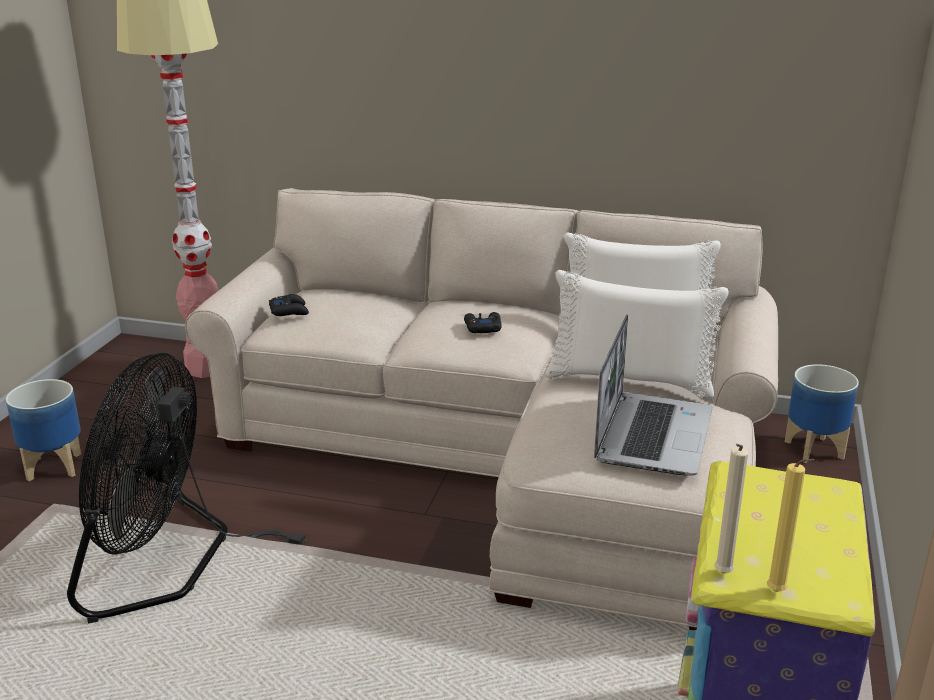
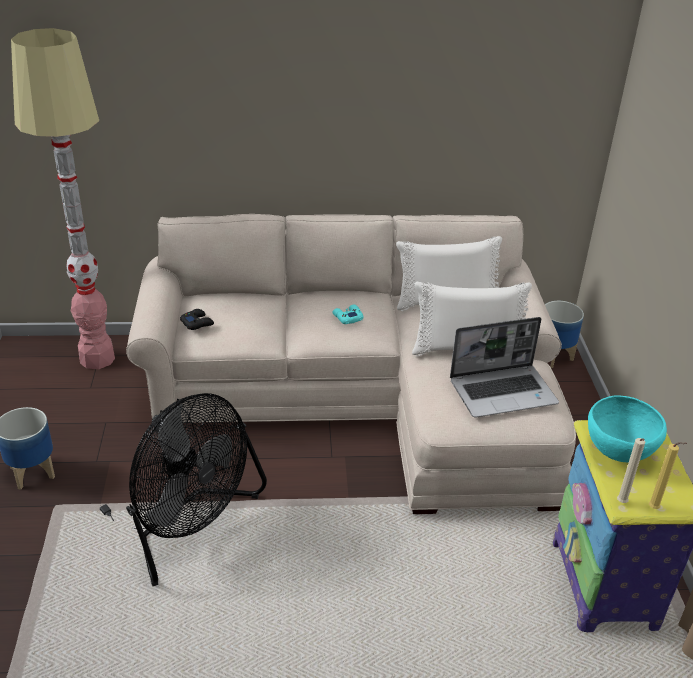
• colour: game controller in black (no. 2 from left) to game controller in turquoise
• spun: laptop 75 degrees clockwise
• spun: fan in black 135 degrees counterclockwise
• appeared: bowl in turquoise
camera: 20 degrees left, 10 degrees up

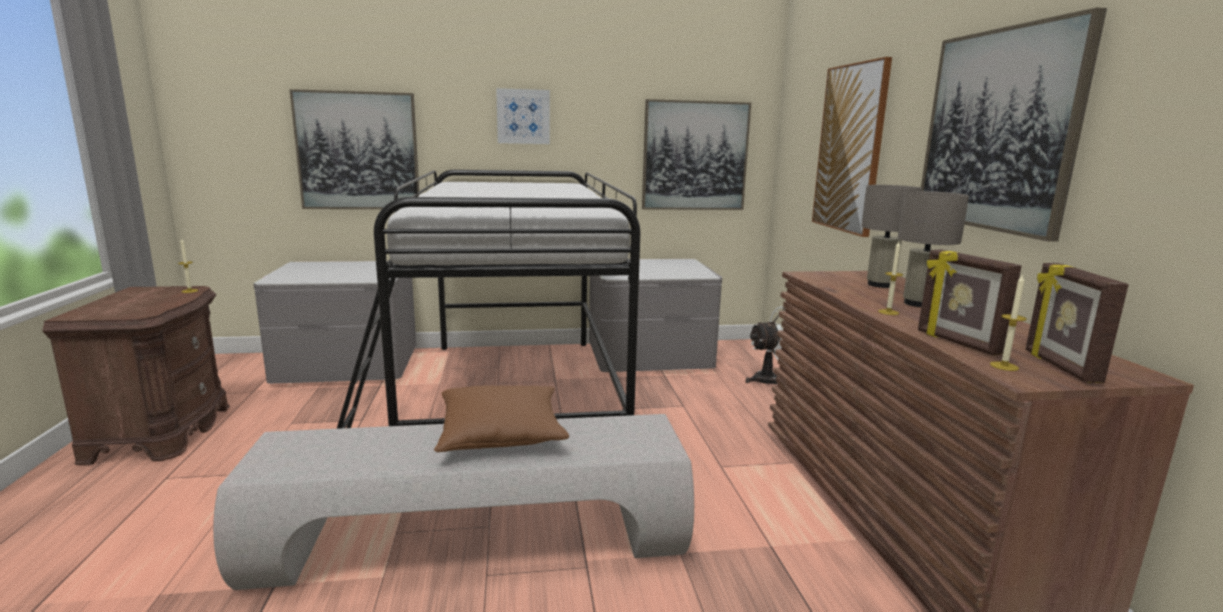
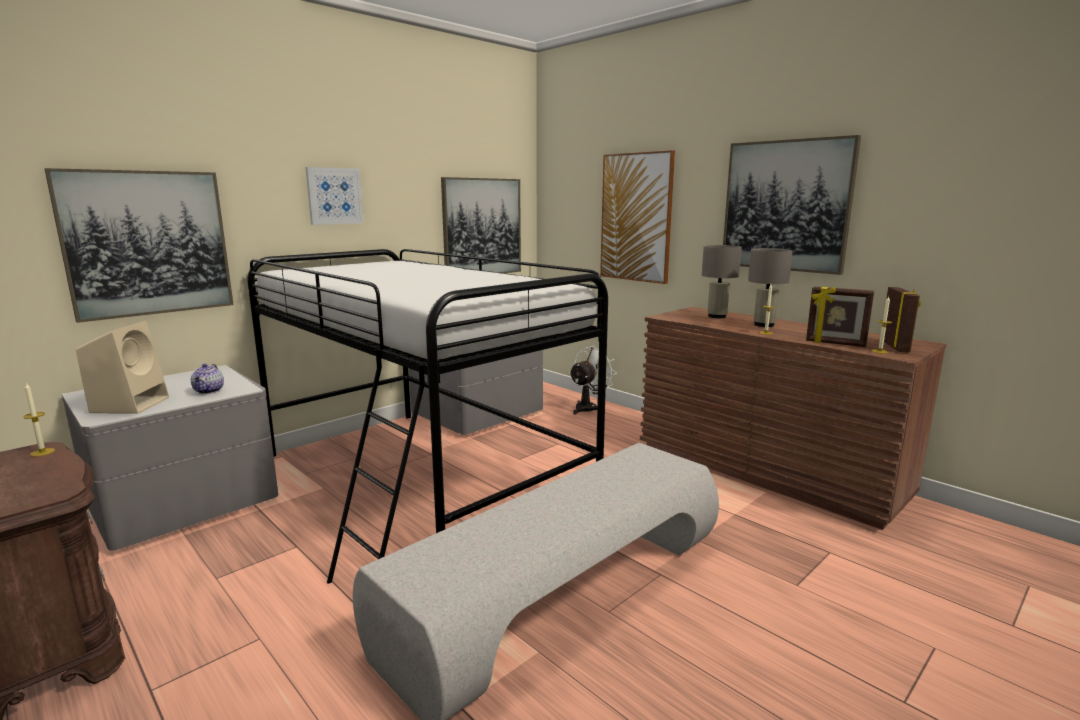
• spun: picture frame (no. 2 from left) 135 degrees counterclockwise
• missing: pillow in brown
• appeared: speaker in beige
• appeared: teapot
camera: 35 degrees left, 0 degrees up

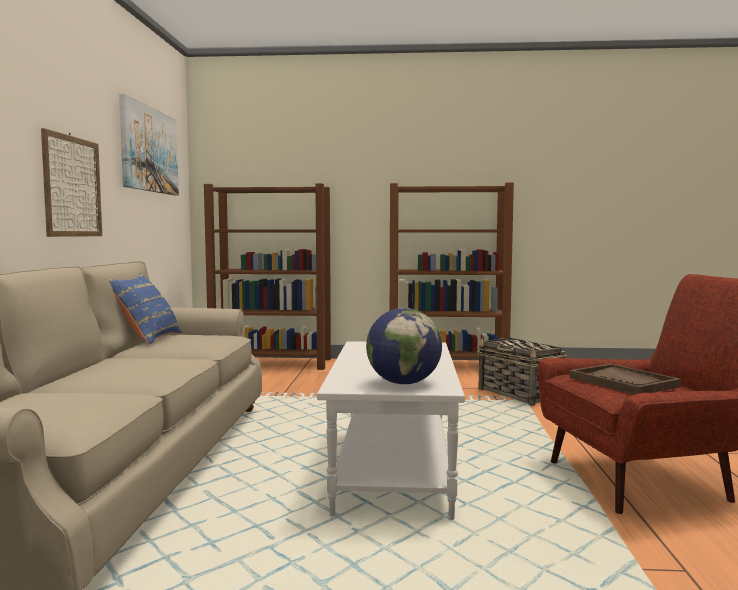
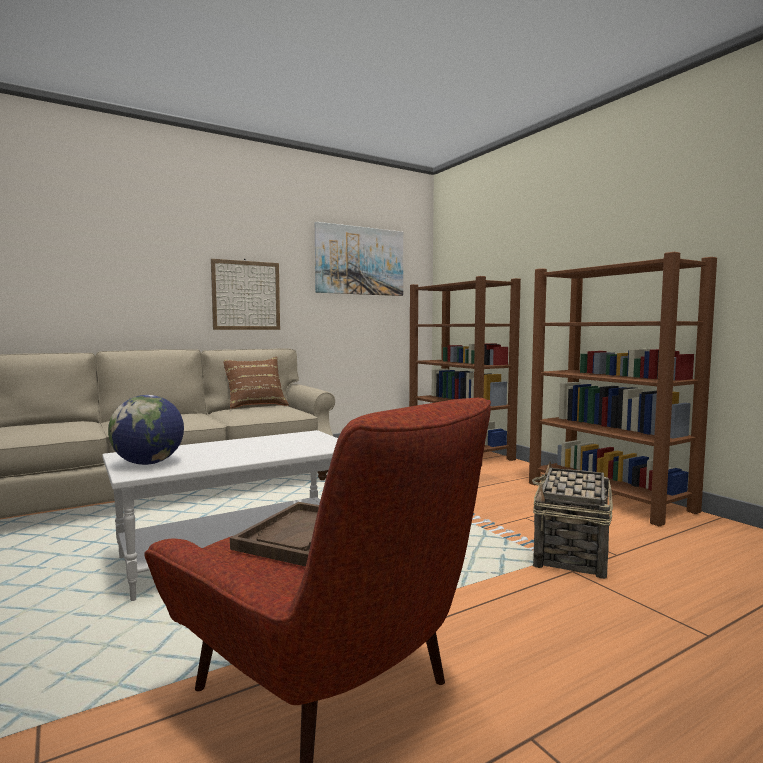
• colour: pillow in blue to pillow in brown
camera: 55 degrees right, 0 degrees up

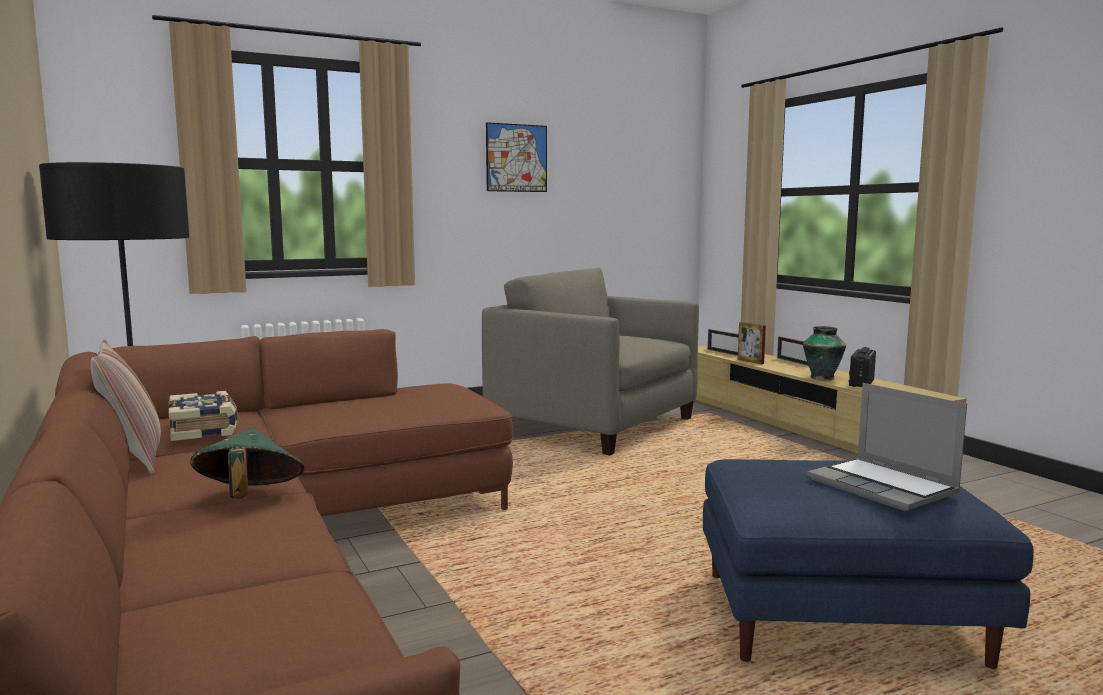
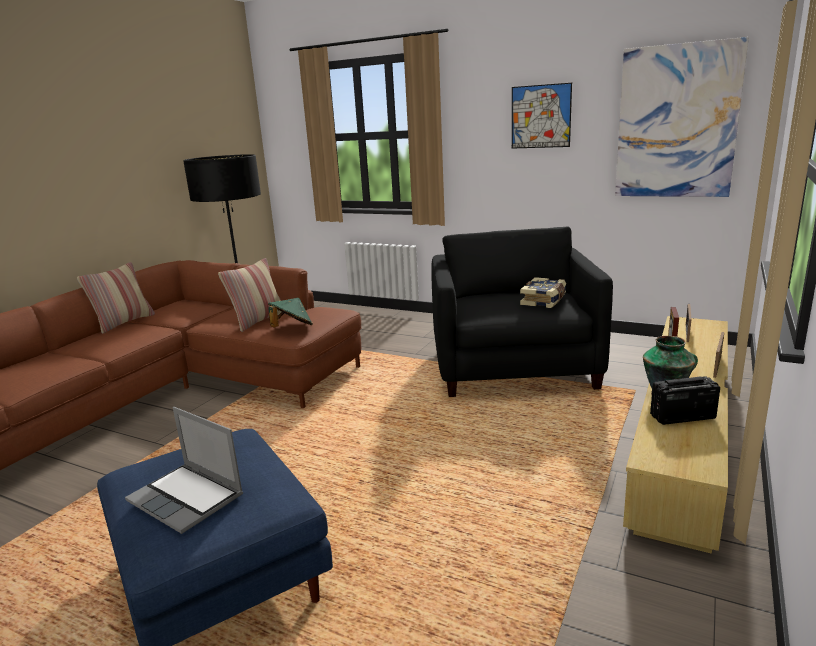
• colour: armchair in beige to armchair in black
• spun: laptop 75 degrees counterclockwise
• relocated: book
• relocated: hat in green
• appeared: picture (no. 2 from left)
• appeared: pillow (no. 2 from left)
camera: 55 degrees right, 10 degrees up

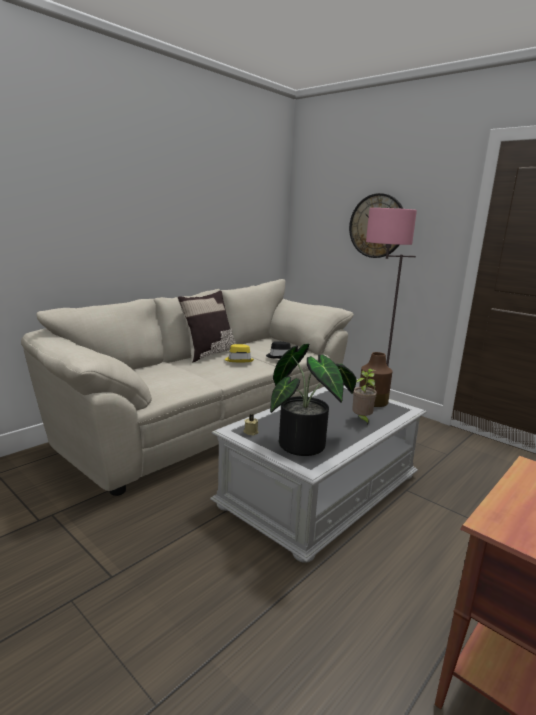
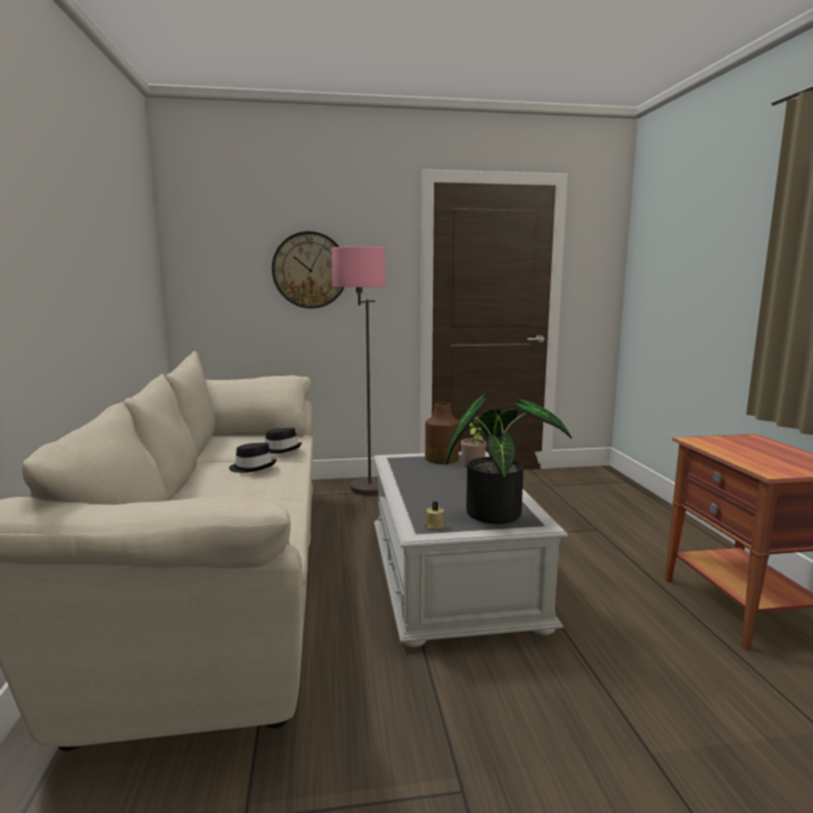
• missing: pillow
• colour: hat in yellow to hat in black (no. 1 from left)
camera: 50 degrees left, 5 degrees down

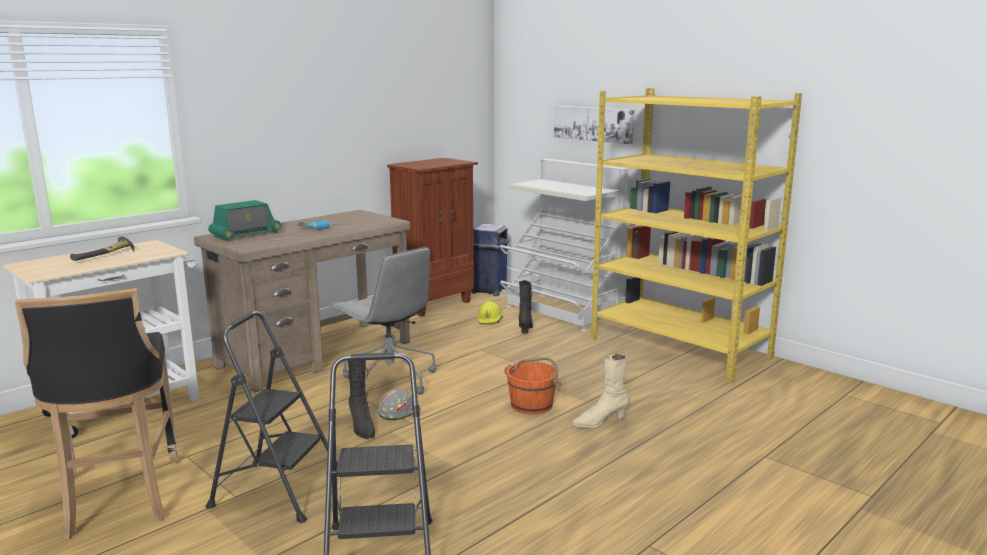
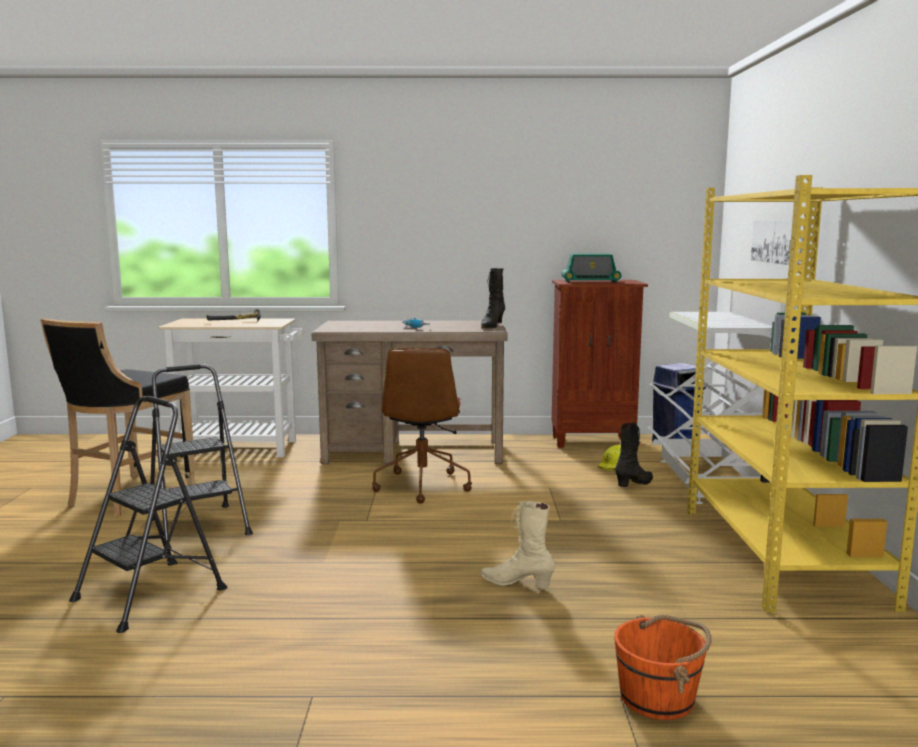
• relocated: radio
• colour: office chair in grey to office chair in brown
• relocated: bucket in orange
• relocated: boot in black (no. 1 from left)
• missing: hard hat in grey
camera: 45 degrees right, 5 degrees down

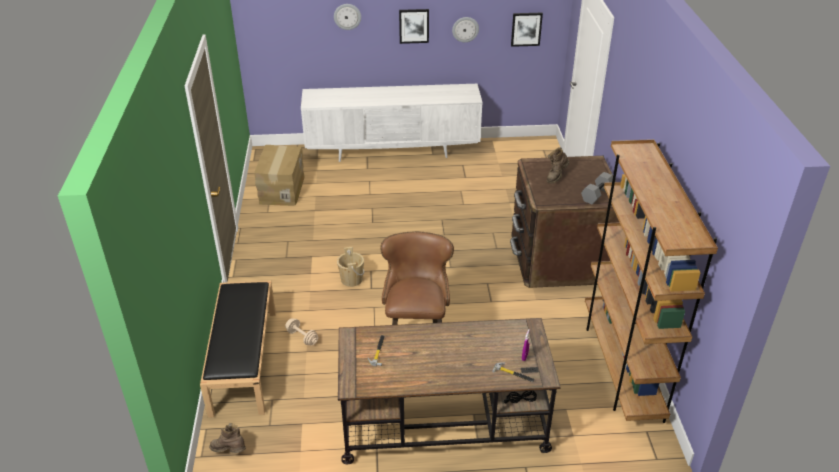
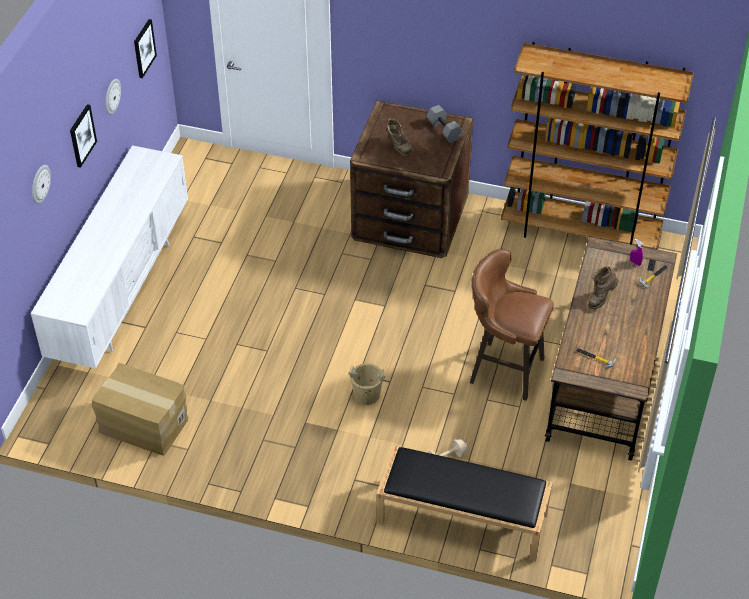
• relocated: boot in brown (no. 1 from left in the first image) to boot in brown (no. 2 from left)
camera: 70 degrees left, 10 degrees up

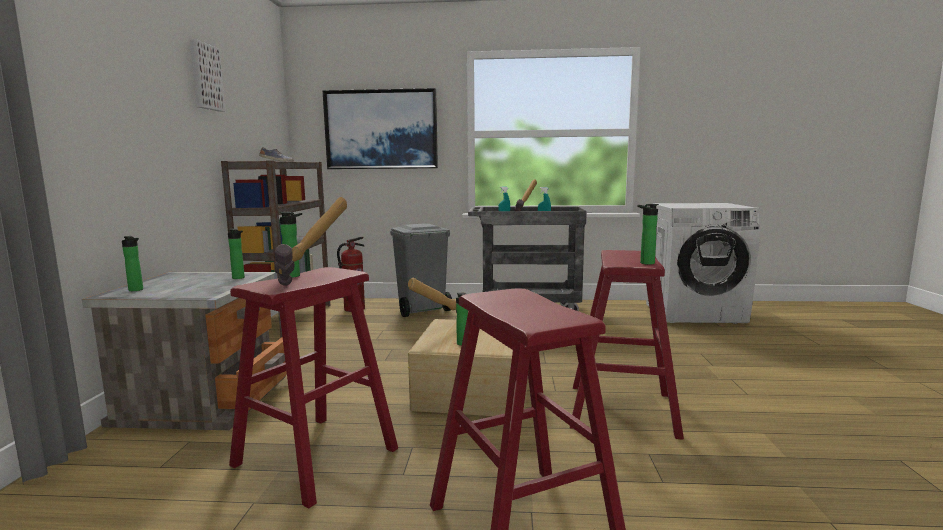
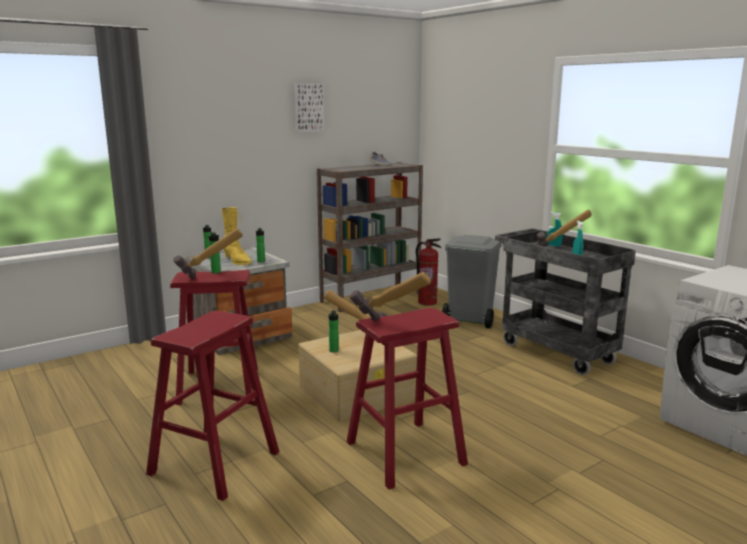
• missing: picture (no. 2 from left)
• exchanged: bottle (no. 5 from left) to hammer (no. 3 from left)
• appeared: boot in yellow
camera: 50 degrees right, 5 degrees up

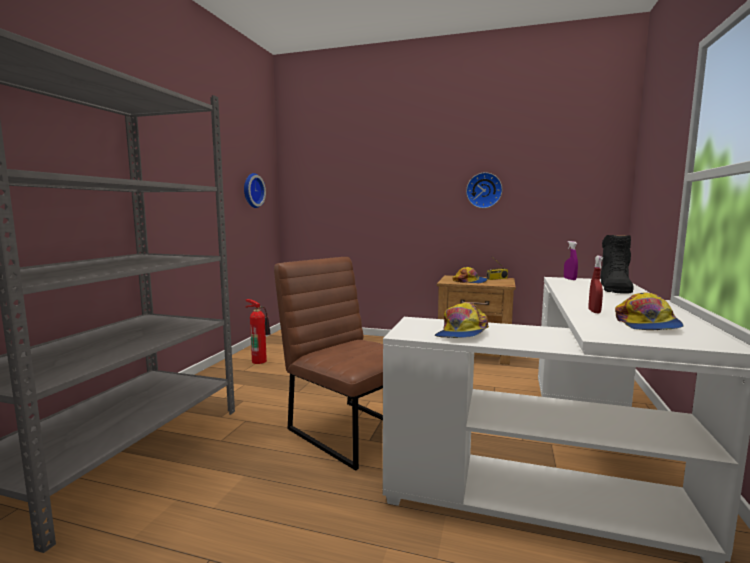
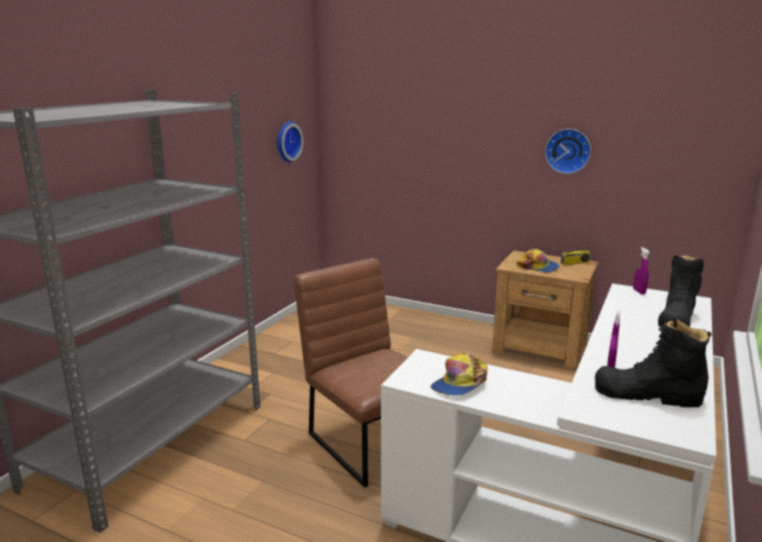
• colour: spray bottle in red to spray bottle in purple (no. 1 from left)
• exchanged: cap (no. 3 from left) to boot in black (no. 1 from left)
• missing: fire extinguisher
camera: 10 degrees right, 10 degrees up

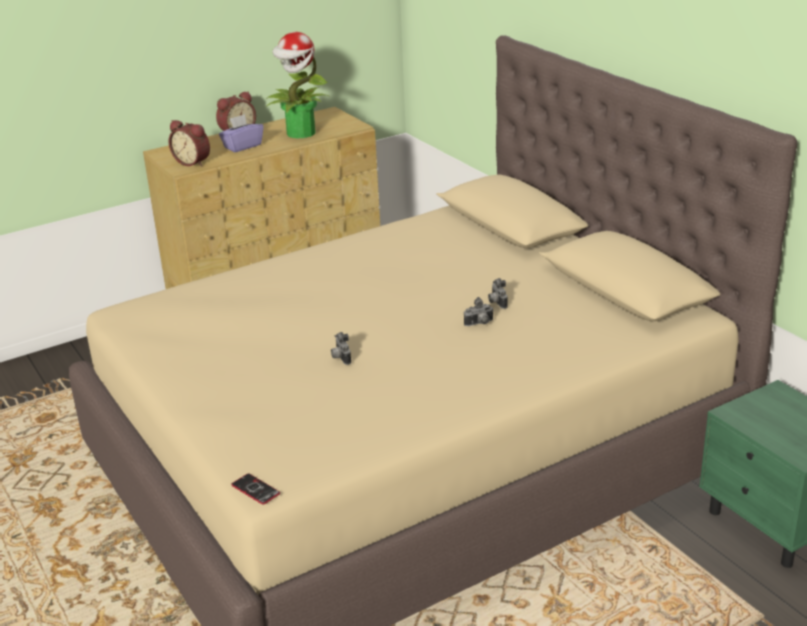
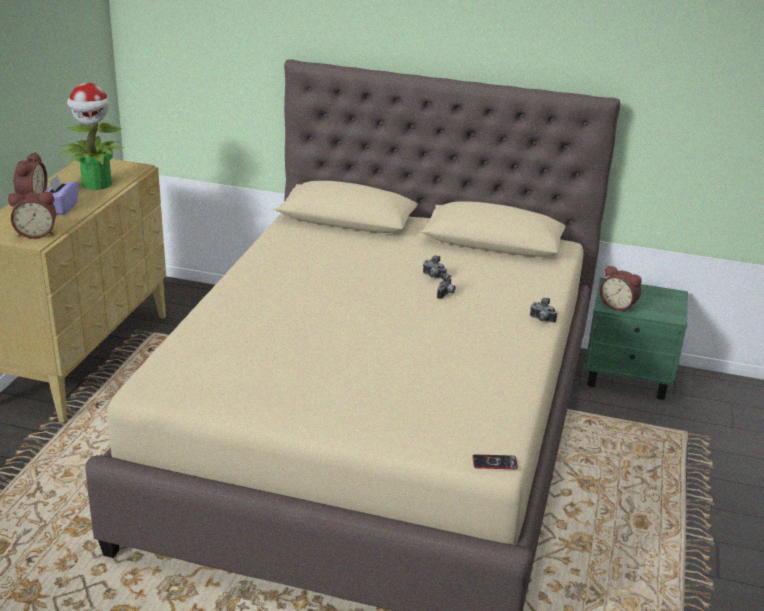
• relocated: photo camera (no. 1 from left in the first image) to photo camera (no. 3 from left)
• appeared: alarm clock (no. 3 from left)
camera: 45 degrees left, 0 degrees up

